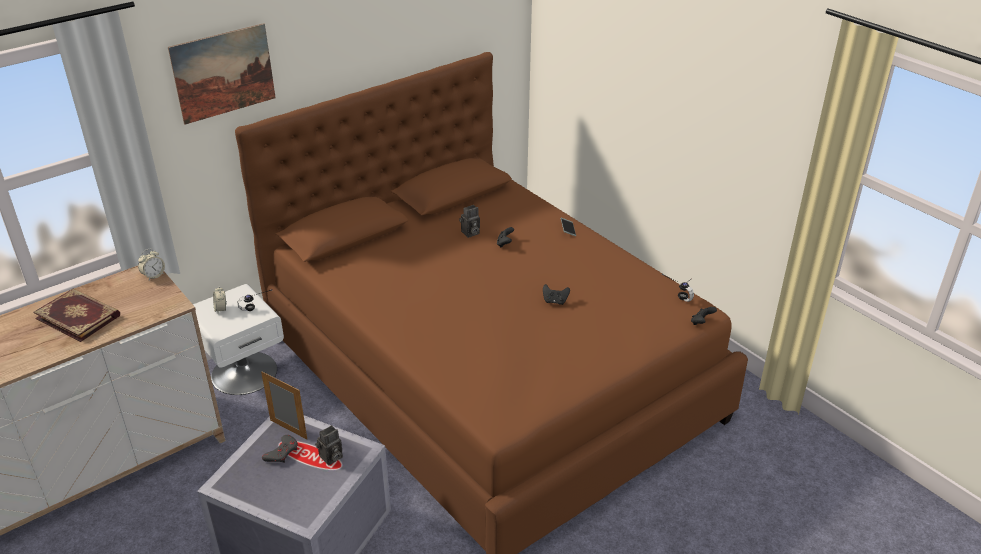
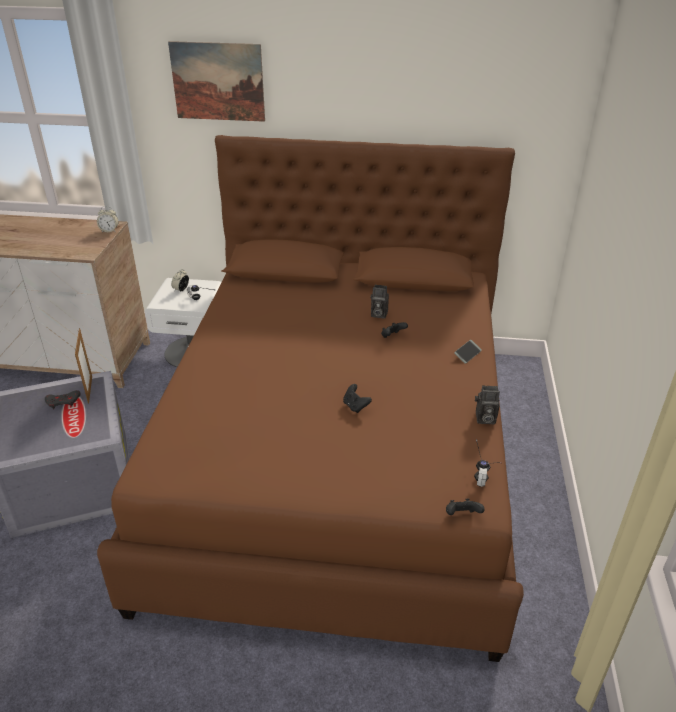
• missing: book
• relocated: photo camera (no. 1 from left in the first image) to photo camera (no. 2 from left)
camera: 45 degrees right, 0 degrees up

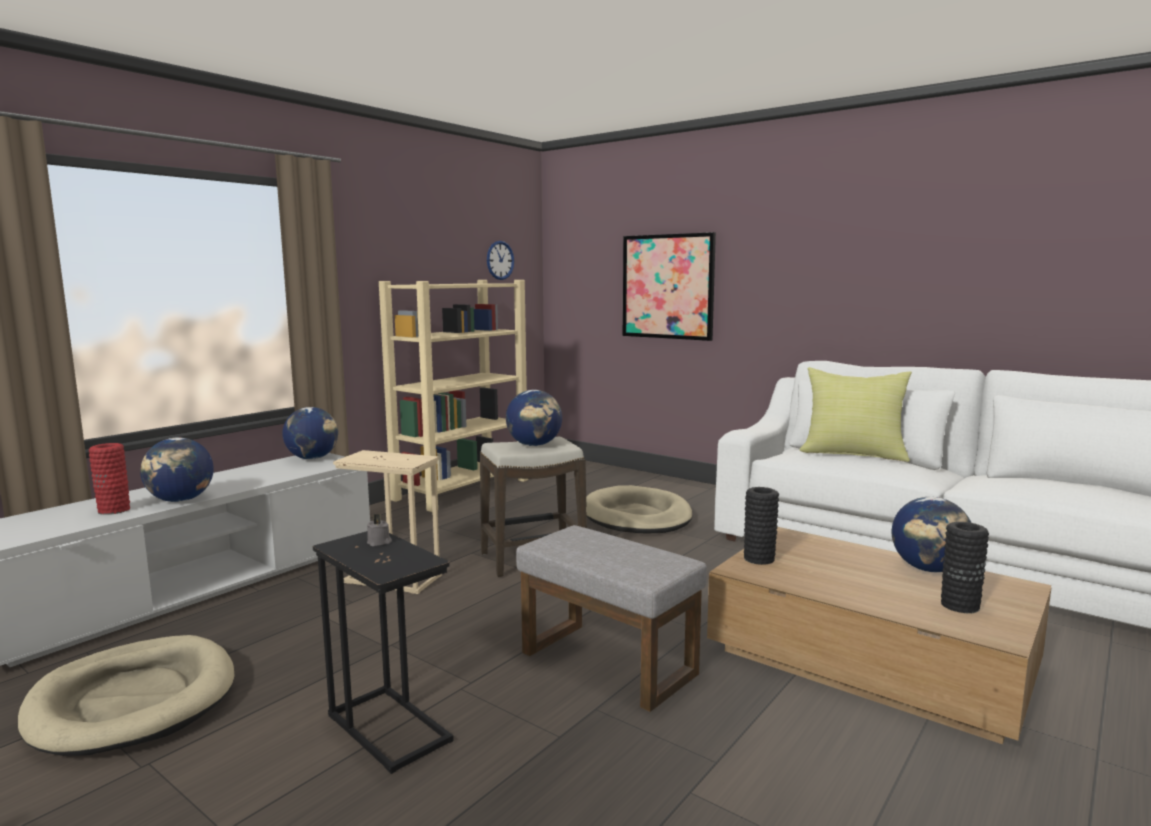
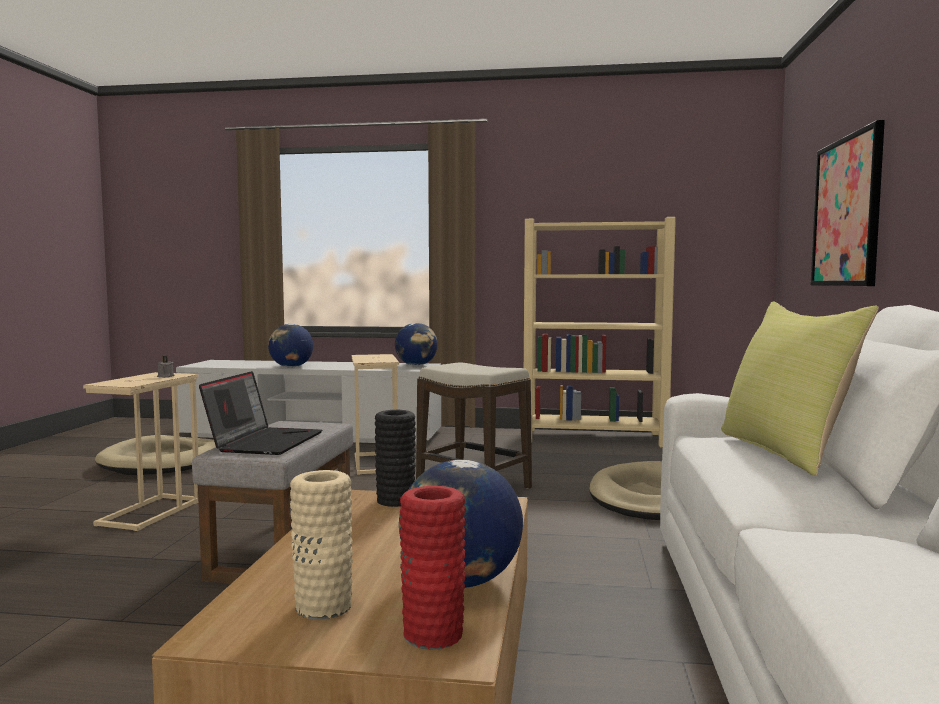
• missing: wall clock
• missing: globe (no. 3 from left)
• relocated: vase in red
• colour: vase in black (no. 2 from left) to vase in beige
• colour: side table in black to side table in beige (no. 1 from left)
• appeared: laptop
camera: 60 degrees right, 5 degrees down

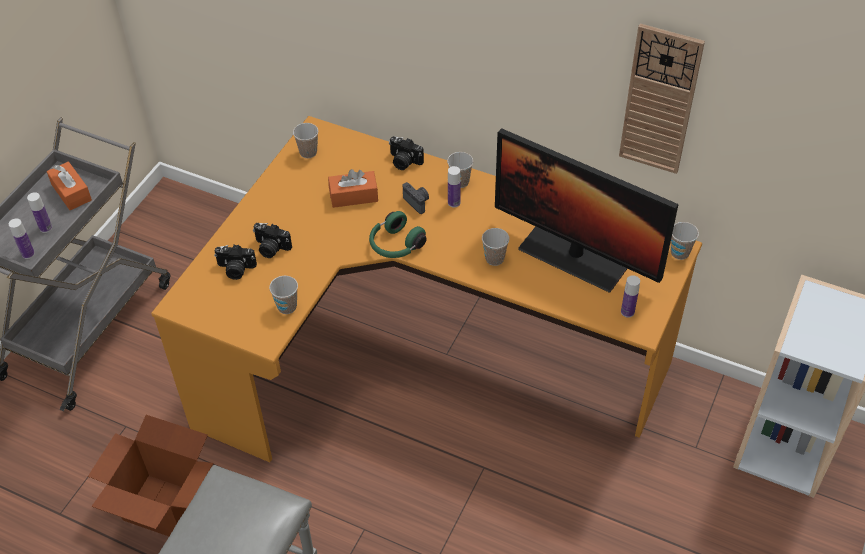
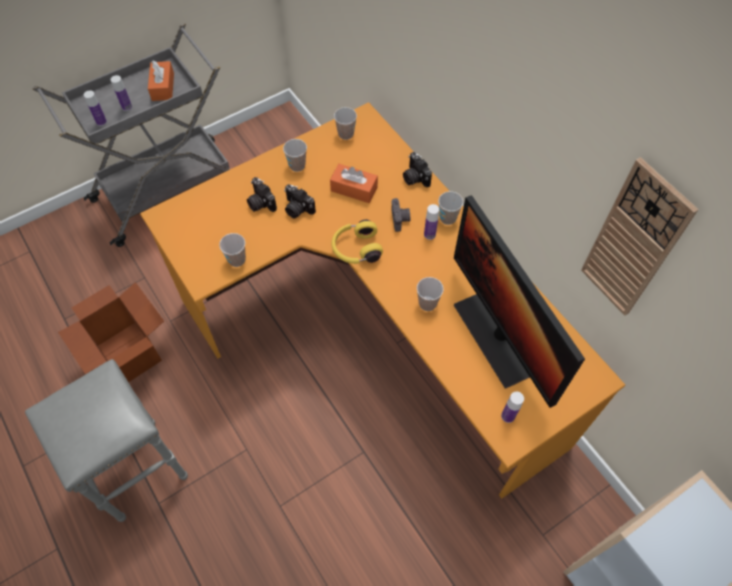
• colour: headphones in green to headphones in yellow
• relocated: cup (no. 5 from left in the first image) to cup (no. 2 from left)
• relocated: photo camera (no. 1 from left in the first image) to photo camera (no. 2 from left)
camera: 30 degrees right, 10 degrees up

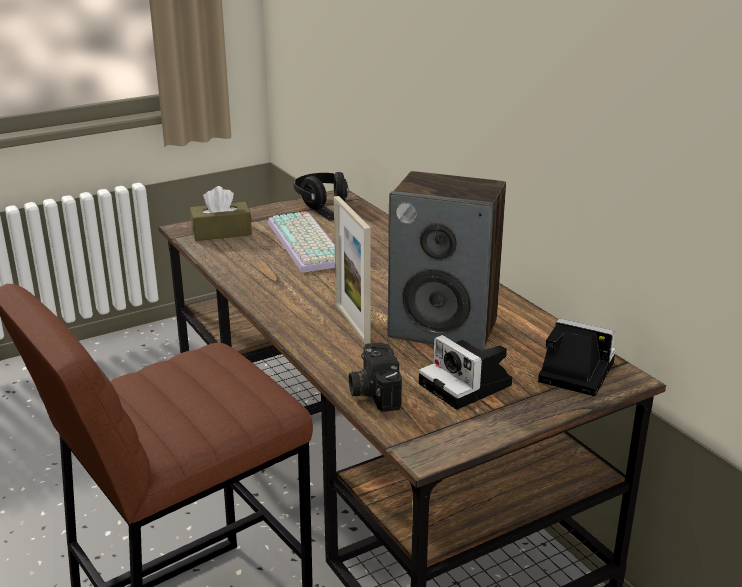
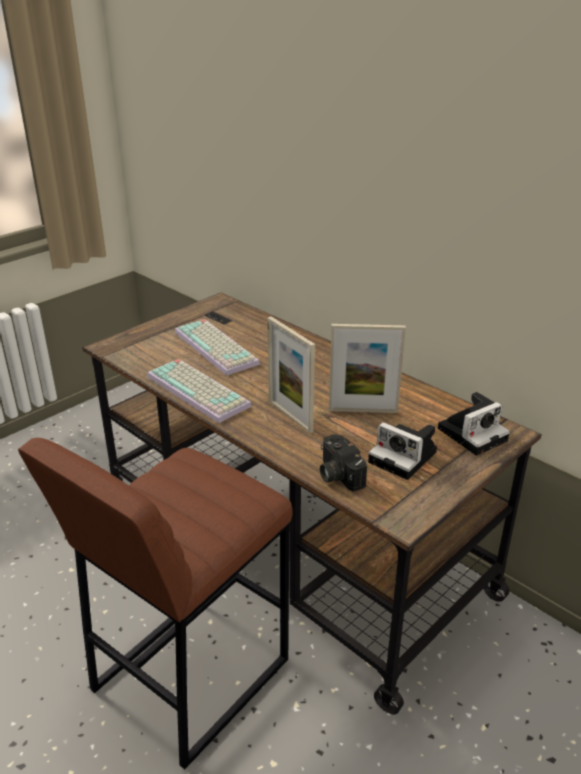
• exchanged: speaker to picture frame (no. 2 from left)
• missing: headphones in black
• missing: tissue box in brown
• spun: photo camera (no. 3 from left) 135 degrees clockwise
• appeared: keyboard (no. 1 from left)
camera: 15 degrees left, 5 degrees up

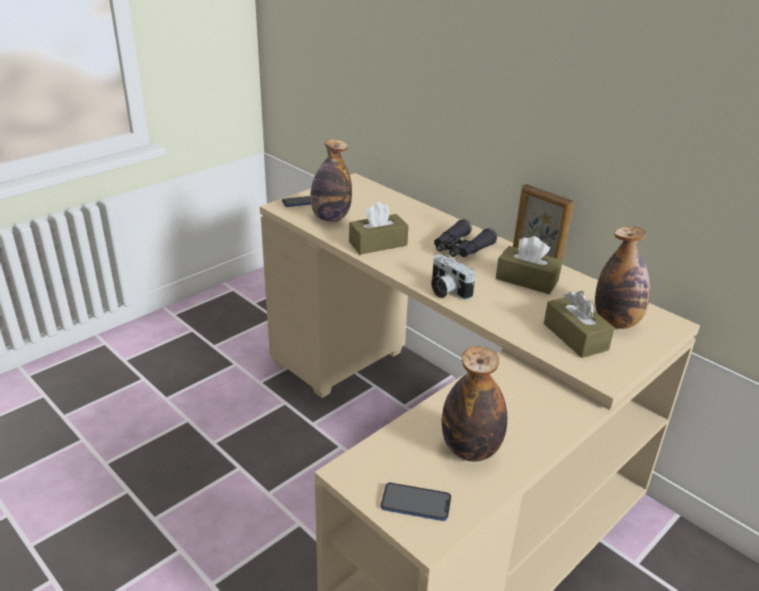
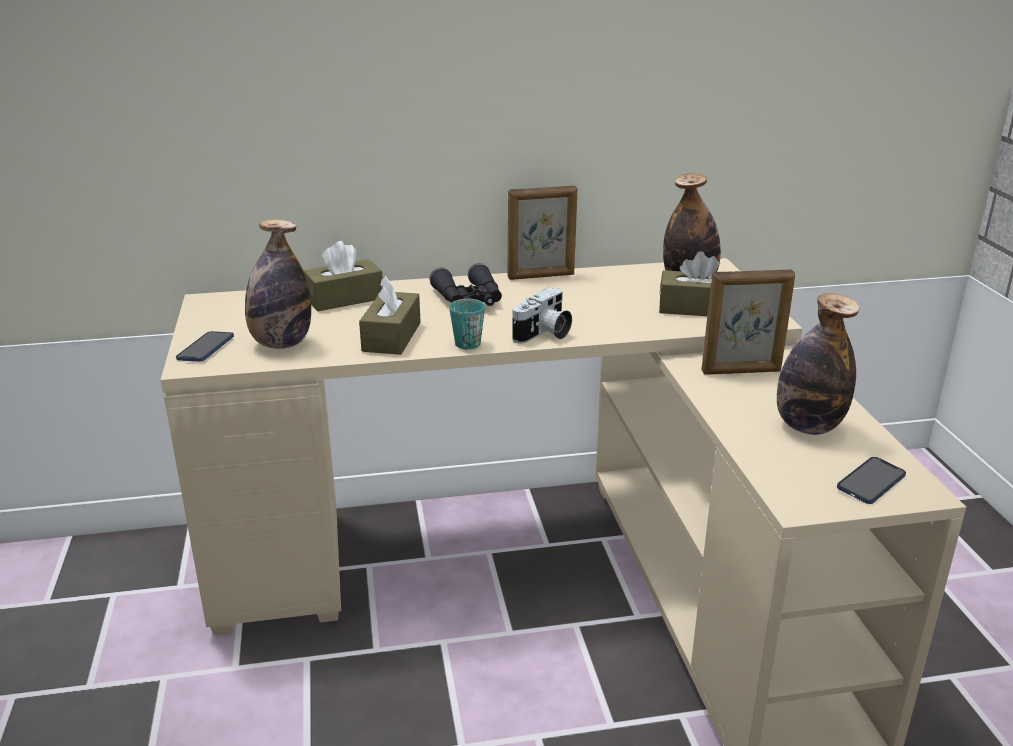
• relocated: tissue box in brown (no. 2 from left in the first image) to tissue box in brown (no. 1 from left)
• spun: photo camera 45 degrees counterclockwise
• appeared: picture frame (no. 2 from left)
• appeared: mug in turquoise
camera: 55 degrees left, 5 degrees down

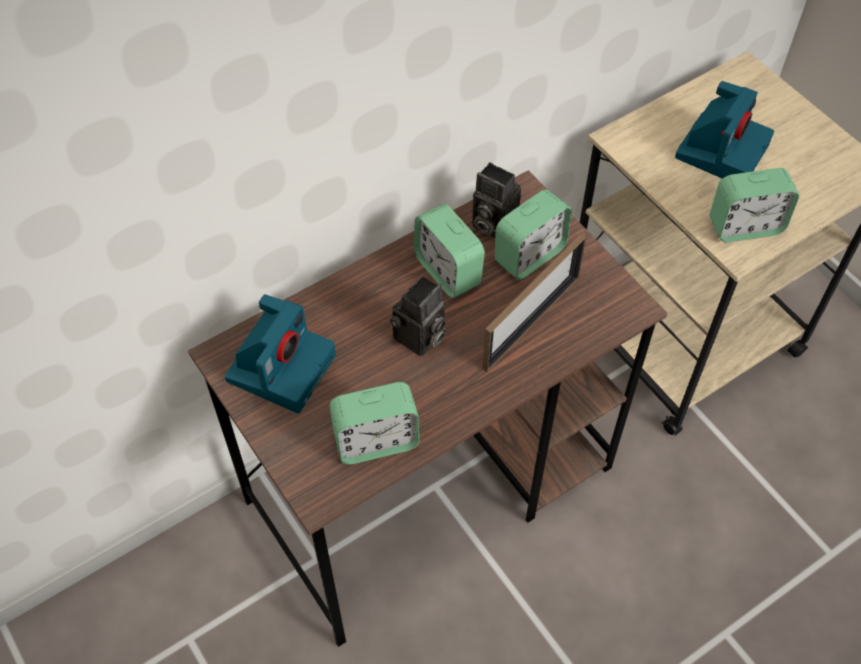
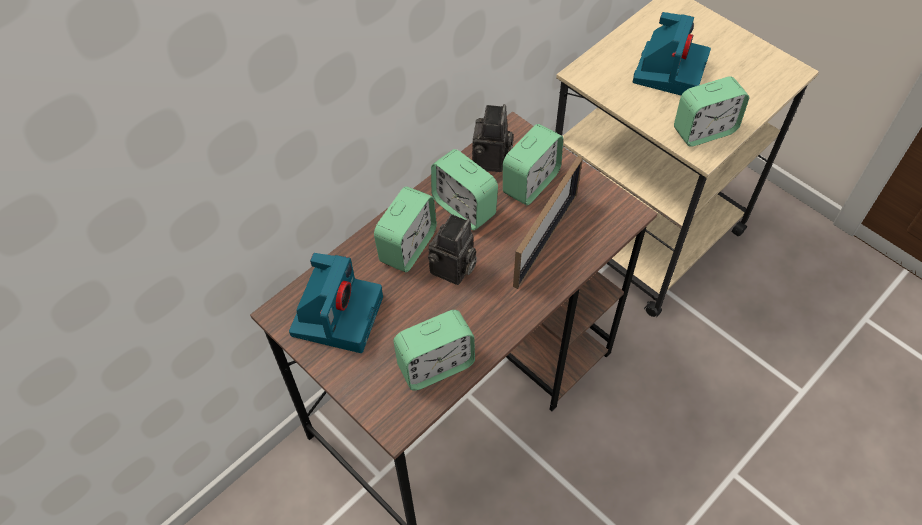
• spun: photo camera (no. 3 from left) 105 degrees counterclockwise
• appeared: alarm clock (no. 1 from left)
camera: 10 degrees left, 0 degrees up

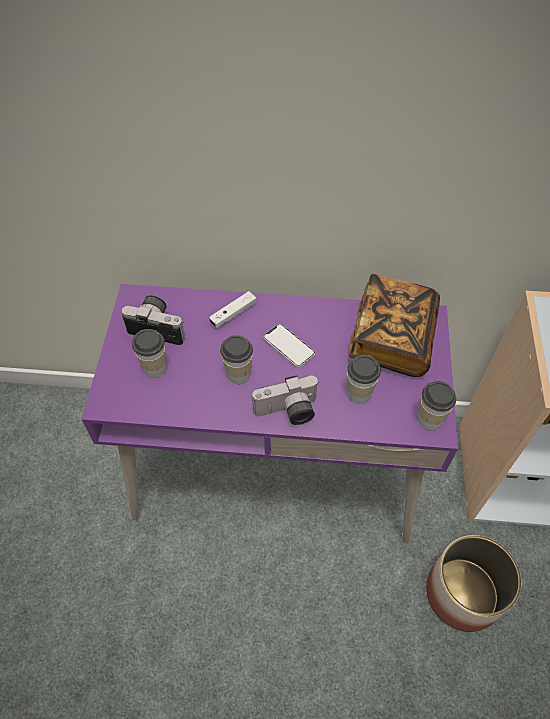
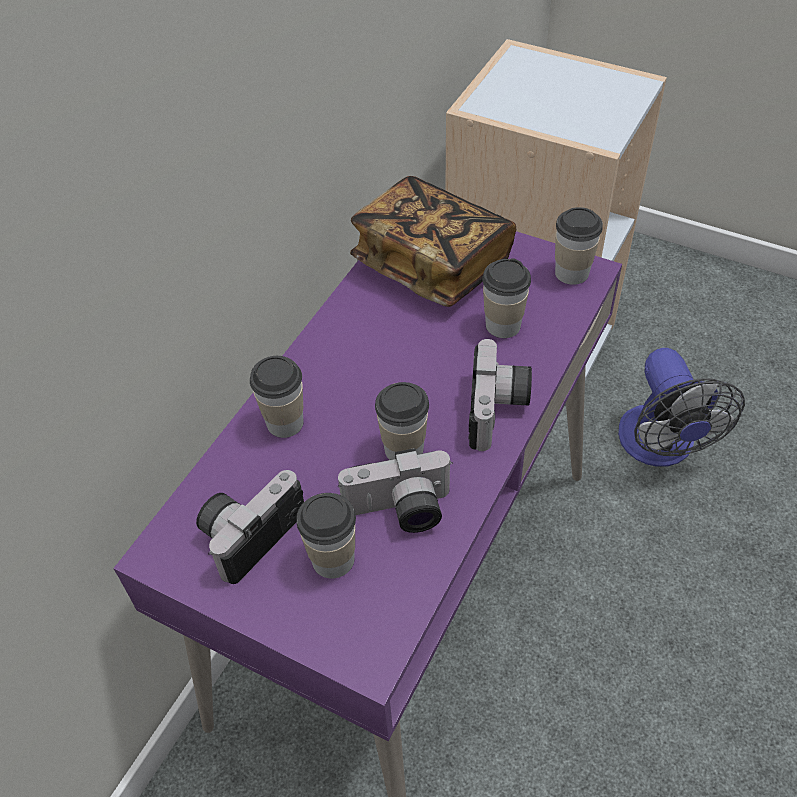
• exchanged: game controller in white to cup (no. 1 from left)
• missing: phone
• exchanged: planter to fan
• appeared: photo camera (no. 2 from left)
camera: 65 degrees left, 5 degrees down

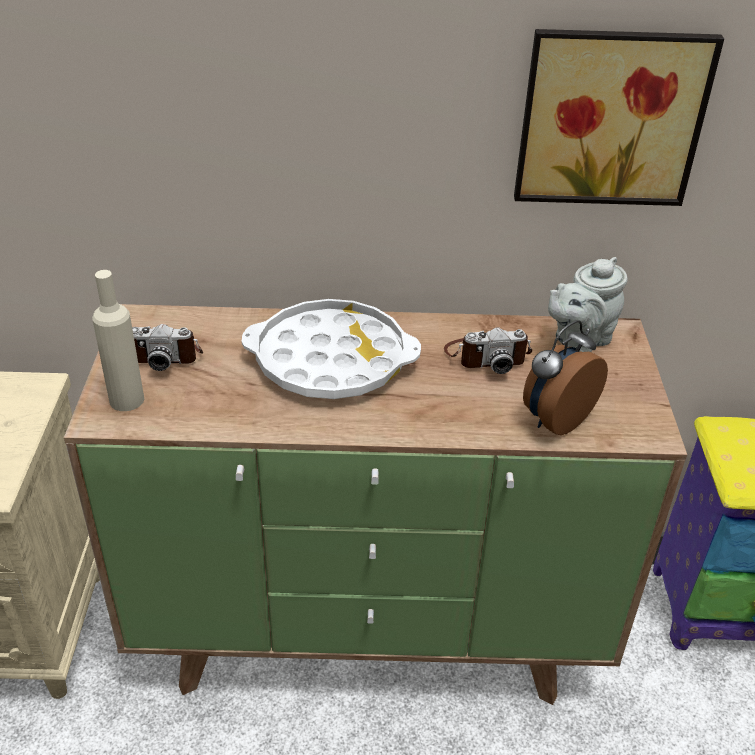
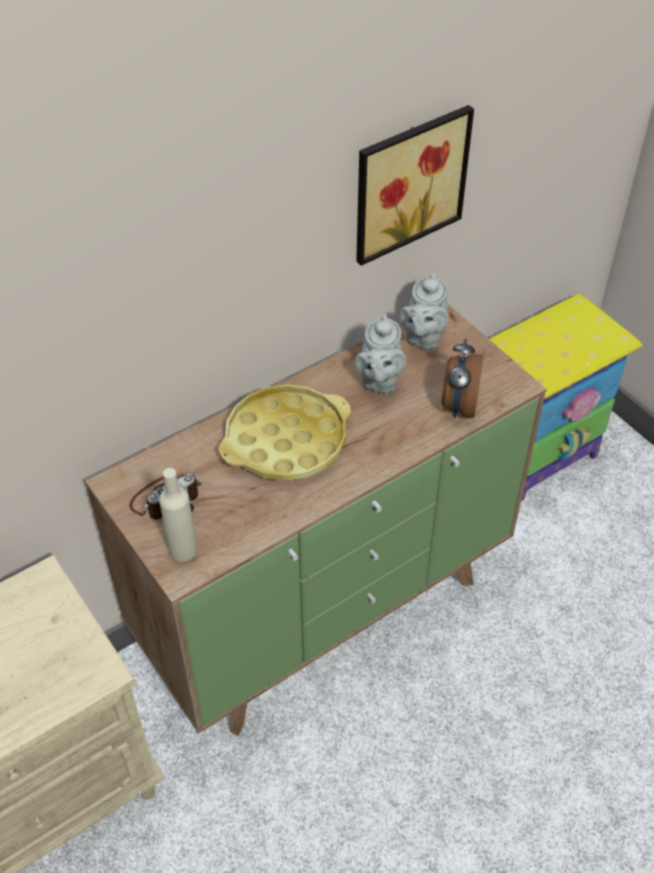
• colour: tray in white to tray in yellow
• exchanged: photo camera (no. 2 from left) to teapot in grey (no. 1 from left)
camera: 35 degrees left, 10 degrees up

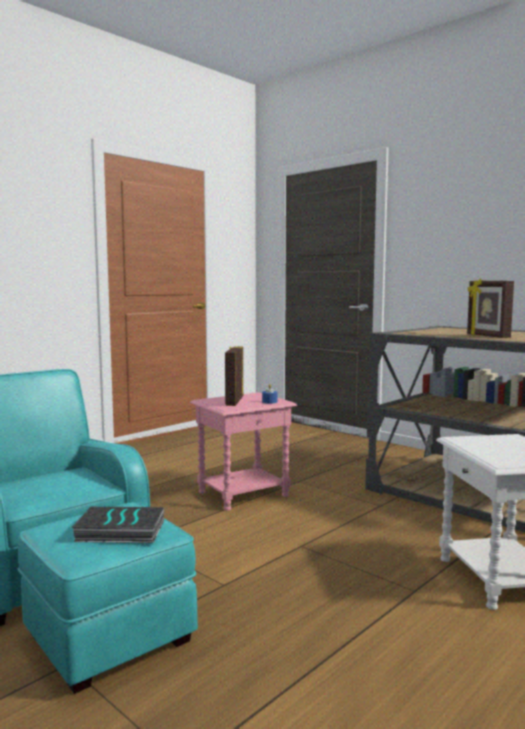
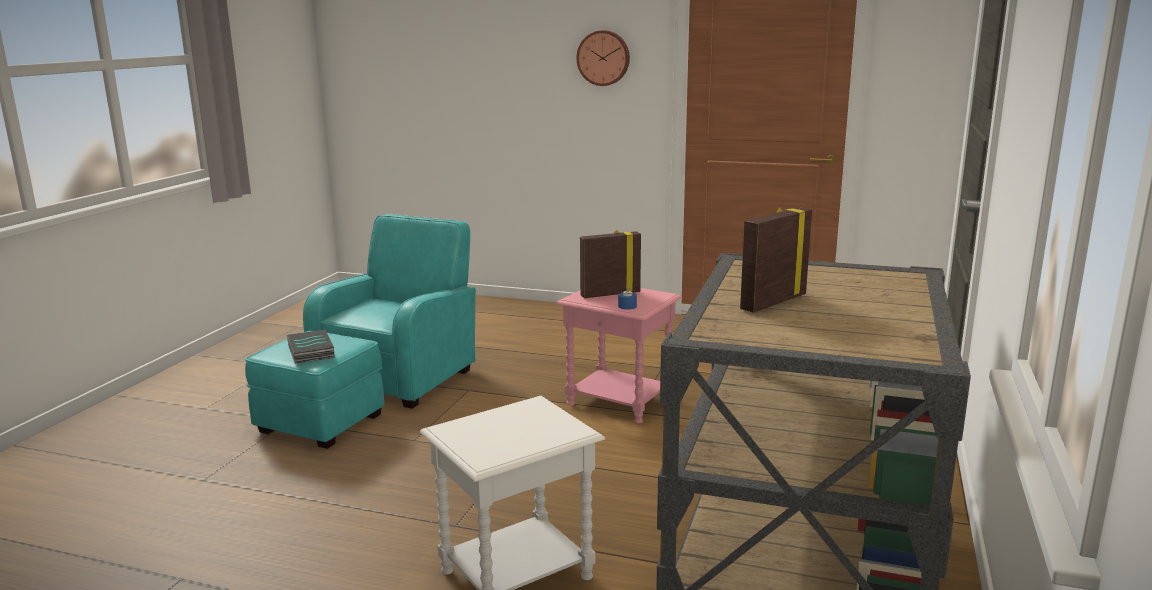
• appeared: wall clock
camera: 65 degrees right, 10 degrees up

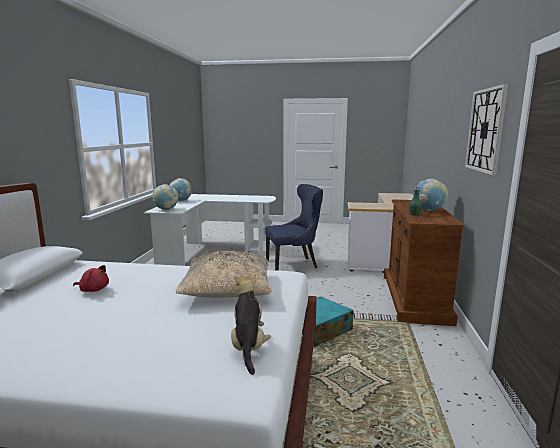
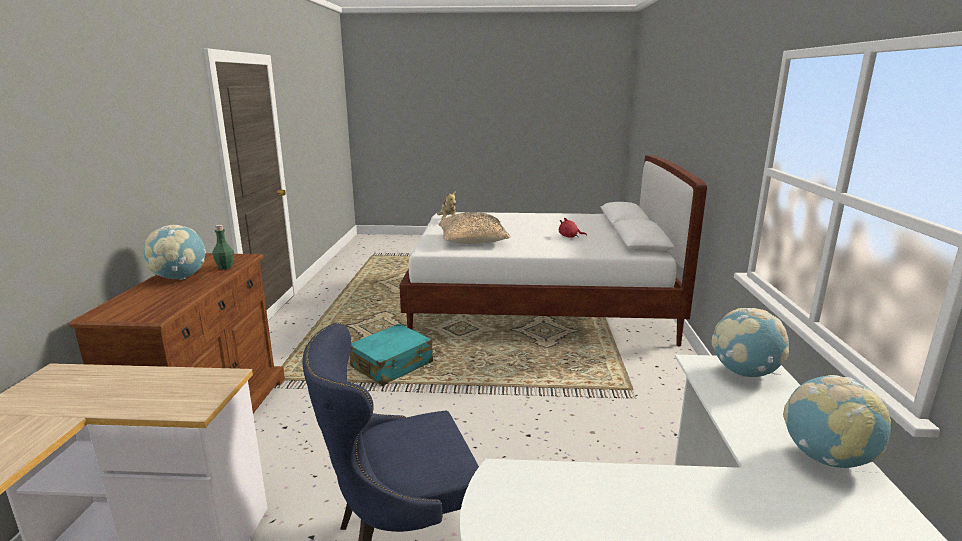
• missing: wall clock
camera: 175 degrees right, 5 degrees up

